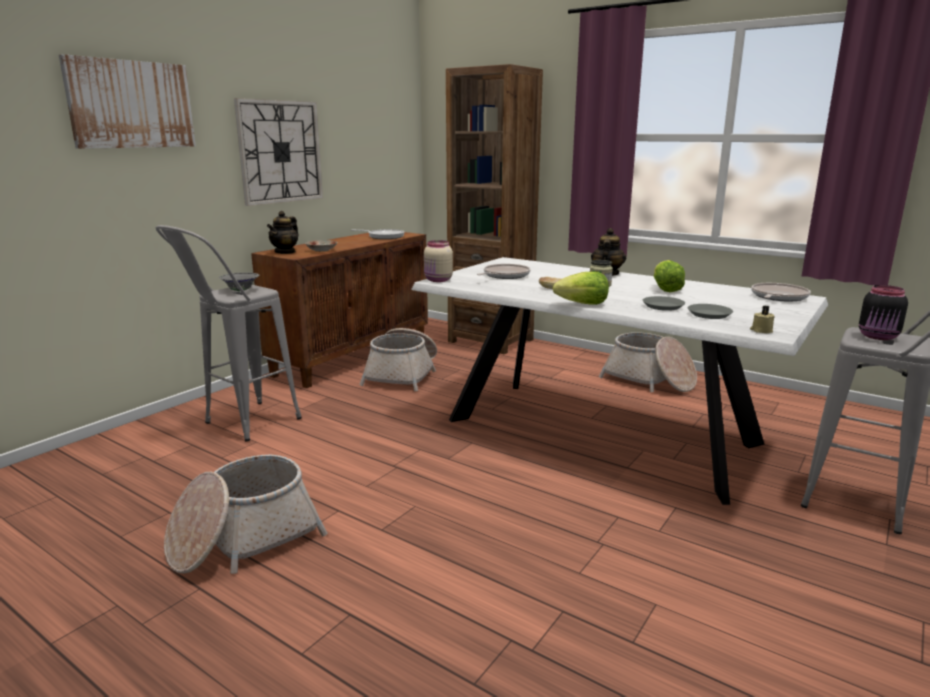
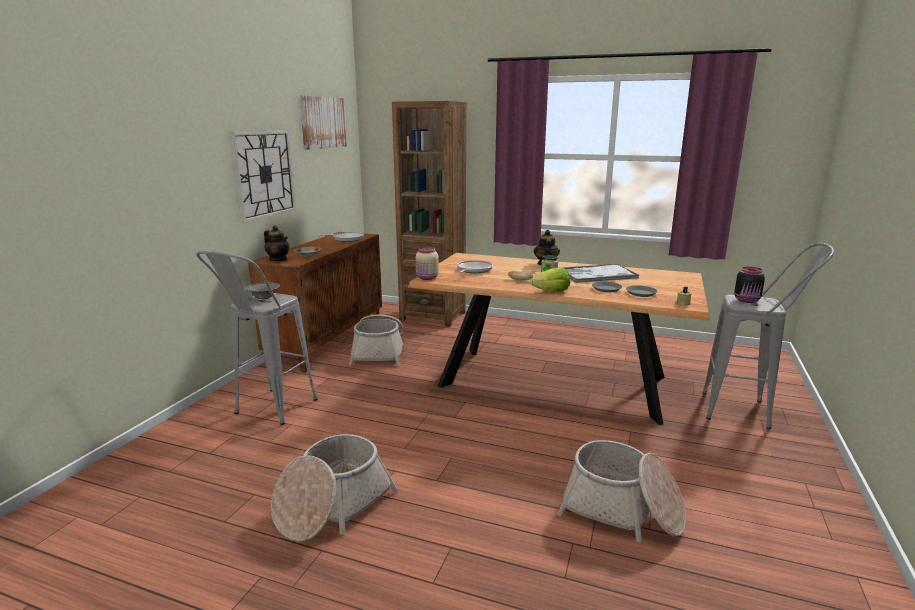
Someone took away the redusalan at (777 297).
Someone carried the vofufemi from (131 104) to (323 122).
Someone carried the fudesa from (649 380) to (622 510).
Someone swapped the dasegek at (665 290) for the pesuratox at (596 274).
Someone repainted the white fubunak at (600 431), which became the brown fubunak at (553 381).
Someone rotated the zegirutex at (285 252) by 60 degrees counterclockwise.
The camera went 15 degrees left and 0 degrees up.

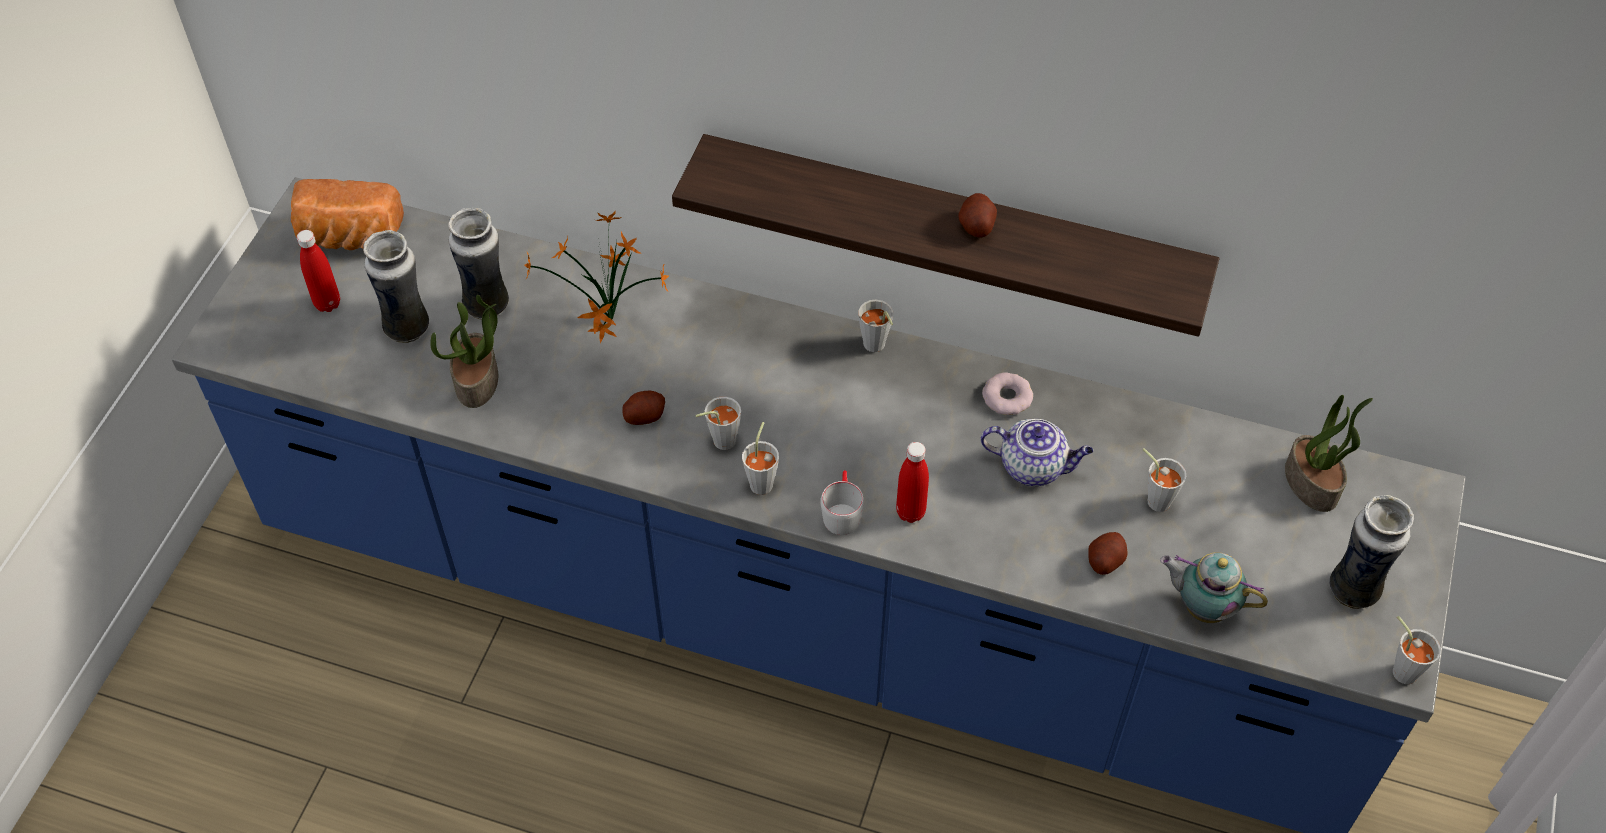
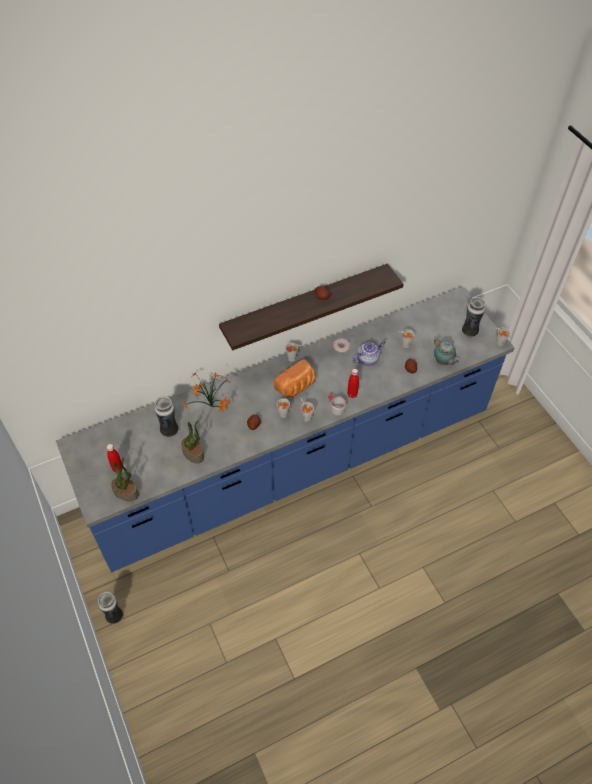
Someone carried the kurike from (349 237) to (296 387).
Someone carried the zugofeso from (408 328) to (114 616).
Someone carried the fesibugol from (1313 483) to (126 492).
Someone rotated the zegirutex at (1202 606) by 105 degrees counterclockwise.
The camera went 45 degrees left and 0 degrees up.

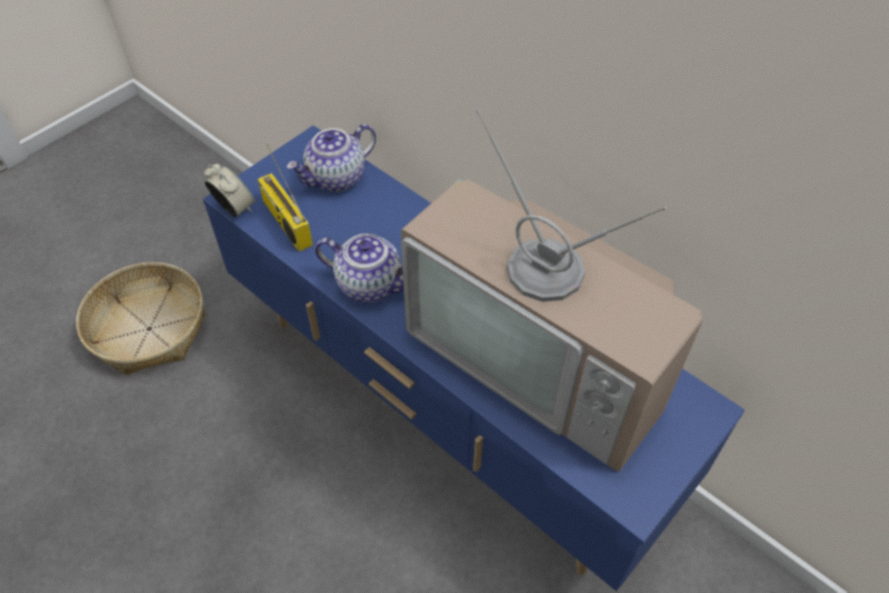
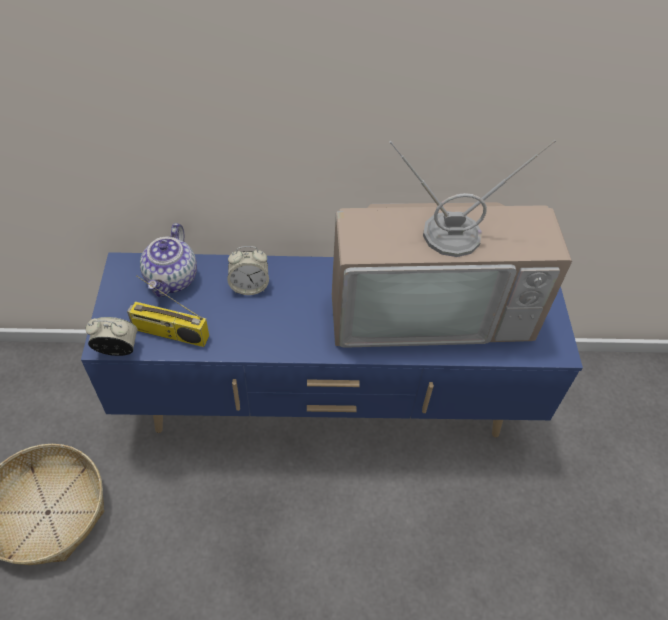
Someone took away the zegirutex at (371 284).
Someone put down the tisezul at (249 286).
The camera went 45 degrees left and 0 degrees up.

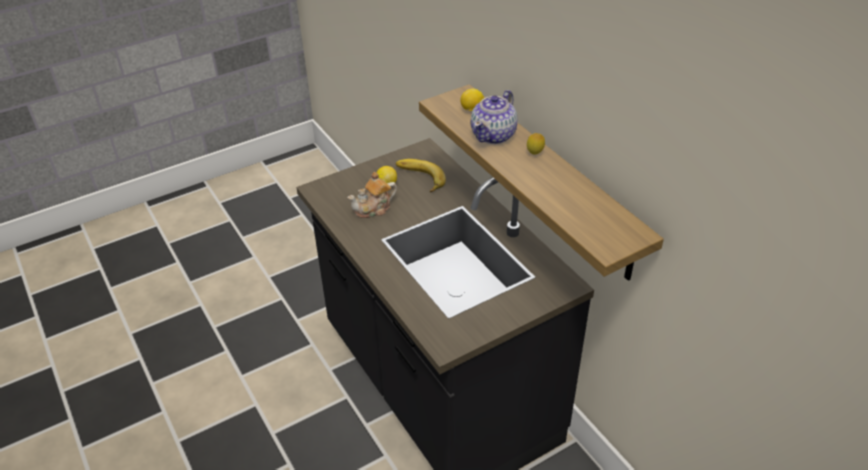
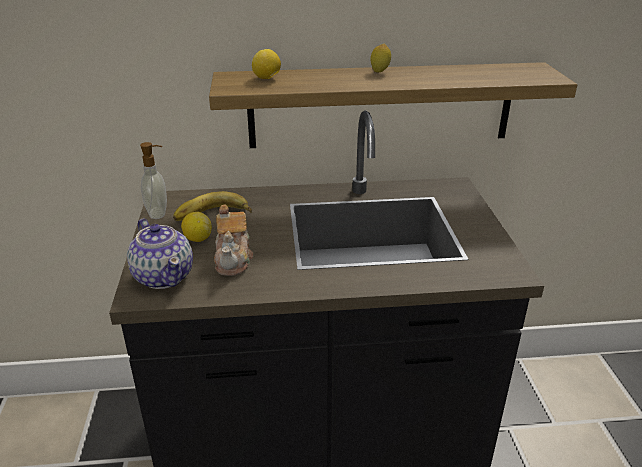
Someone put down the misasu at (158 213).
Someone carried the zegirutex from (494 135) to (164 276).
The camera went 65 degrees left and 10 degrees down.

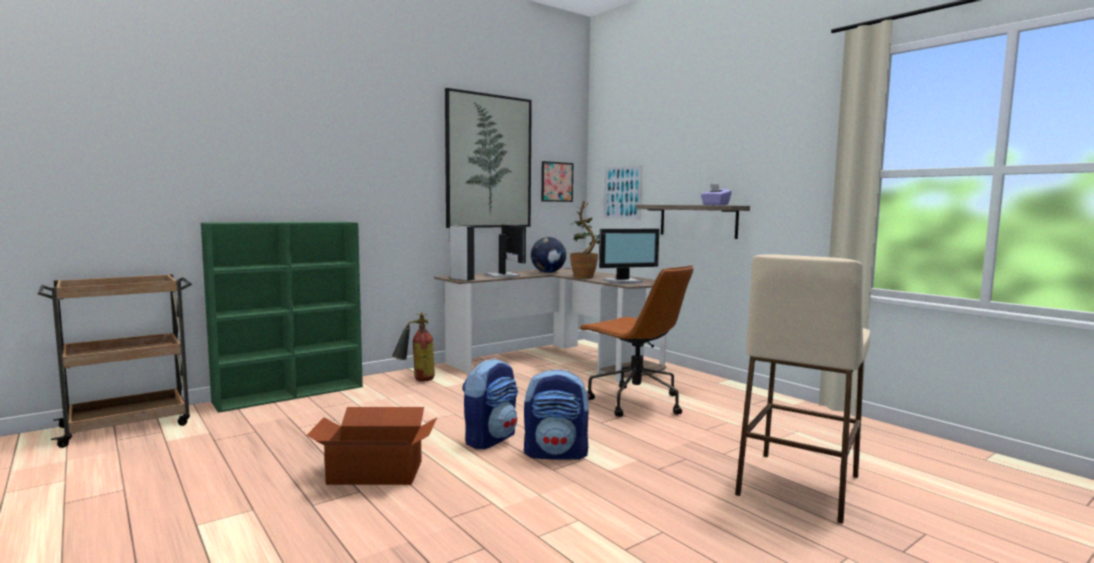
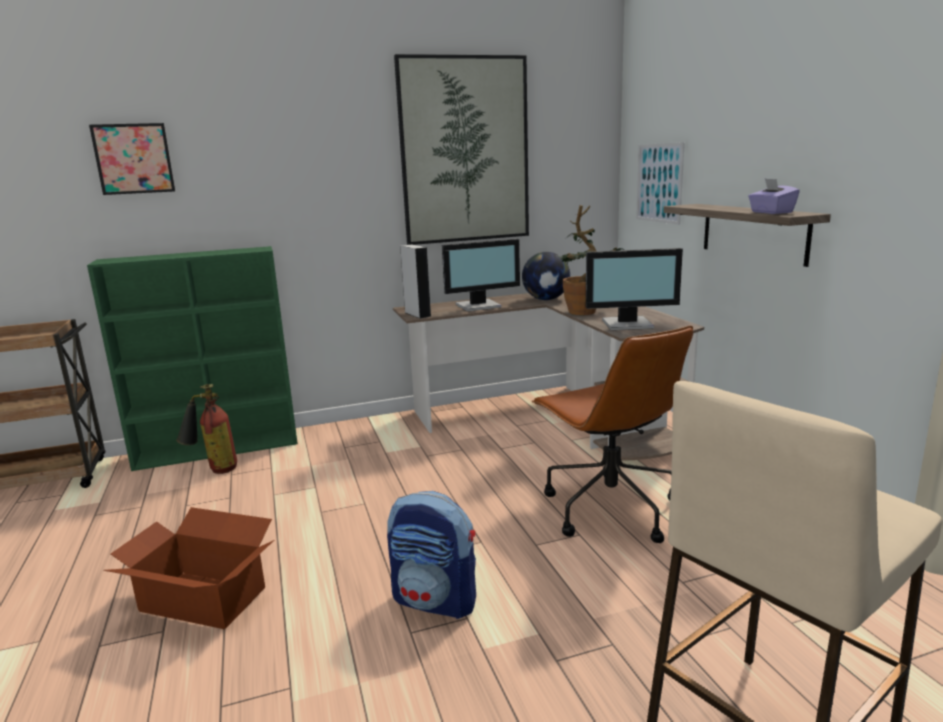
Someone took away the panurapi at (490 439).
Someone carried the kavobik from (416 380) to (213 469).
Someone carried the vofufemi from (557 182) to (133 159).
Someone rotated the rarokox at (503 275) by 75 degrees clockwise.
The camera went 20 degrees right and 10 degrees up.

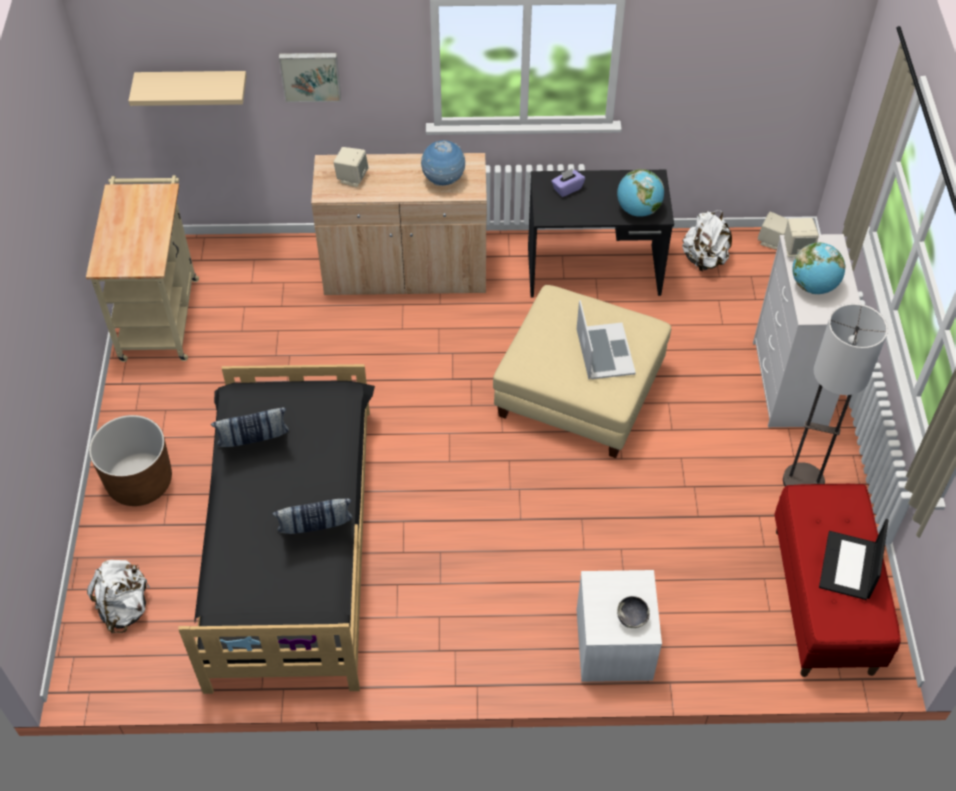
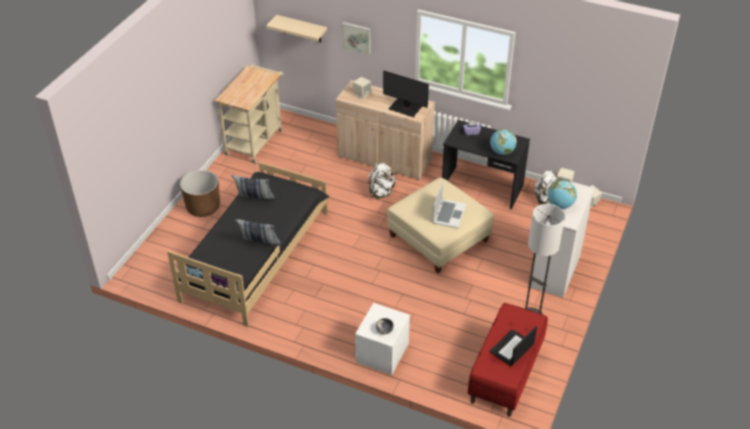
Someone carried the white panurapi from (125 607) to (381 192).
Someone swapped the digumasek at (443 180) for the rarokox at (405 108).
The camera went 25 degrees right and 10 degrees down.

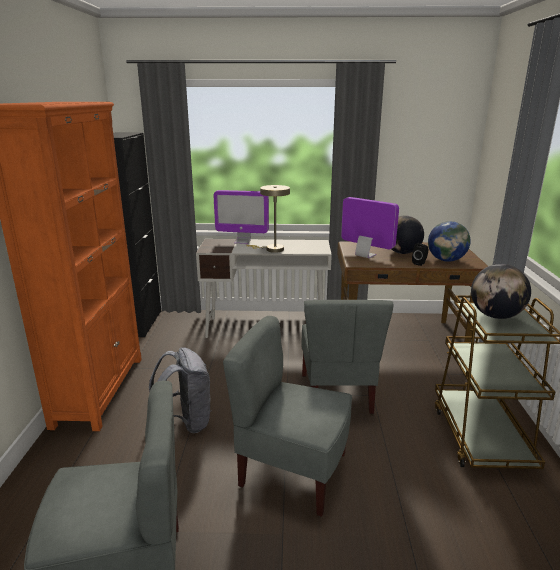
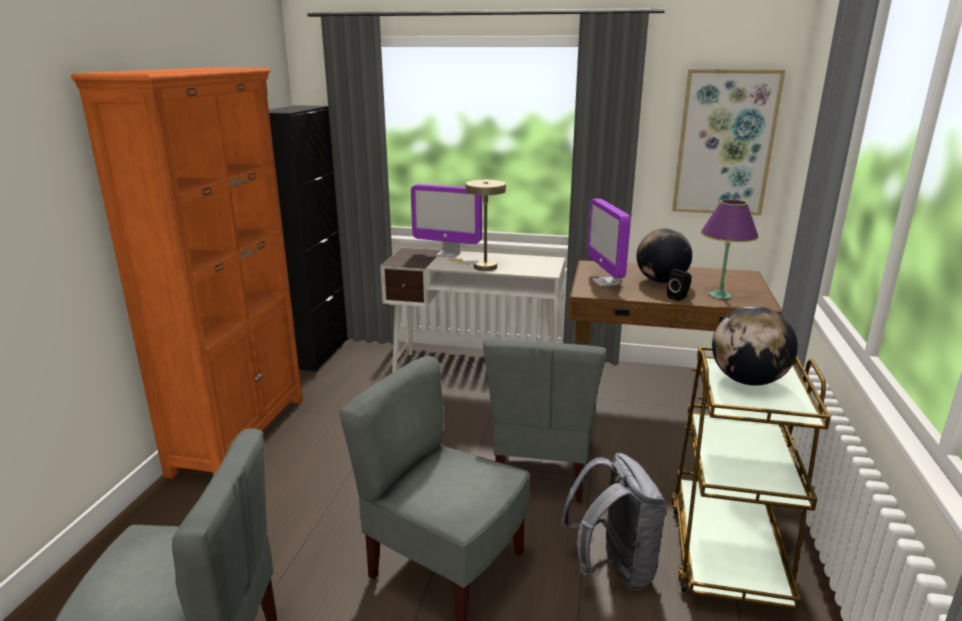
Someone put up the vofufemi at (725 143).
Someone carried the grey panurapi from (185 422) to (613 568).
Someone swapped the digumasek at (446 260) for the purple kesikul at (720 295).
Someone rotated the rarokox at (365 255) by 150 degrees counterclockwise.
The camera went 10 degrees right and 0 degrees up.

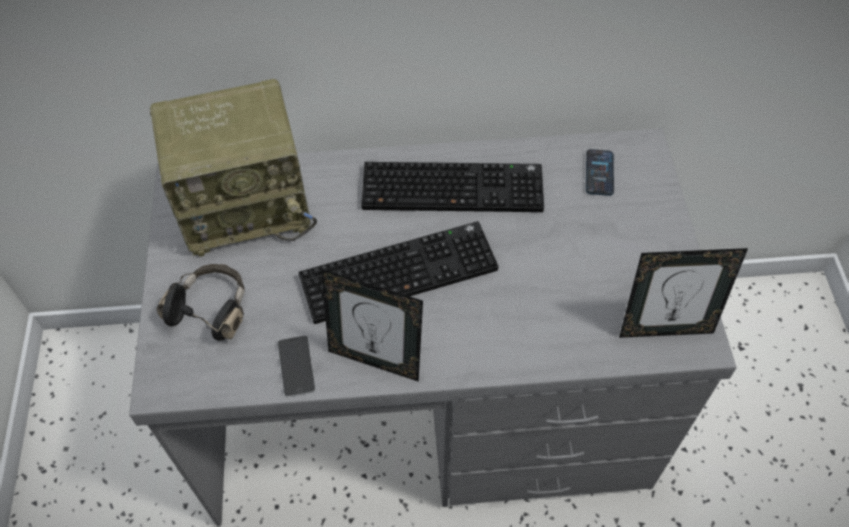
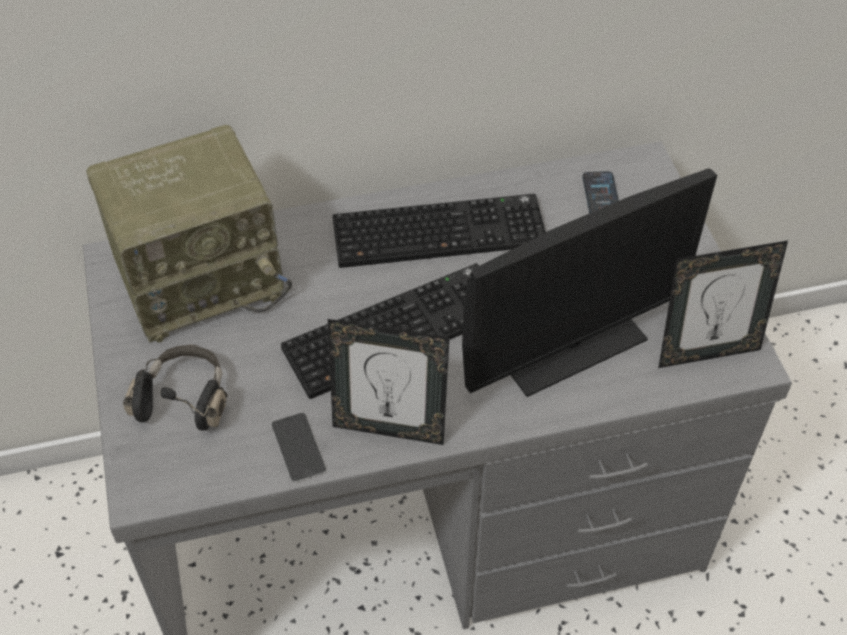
Someone put down the rarokox at (570 345).
The camera went 10 degrees left and 5 degrees down.

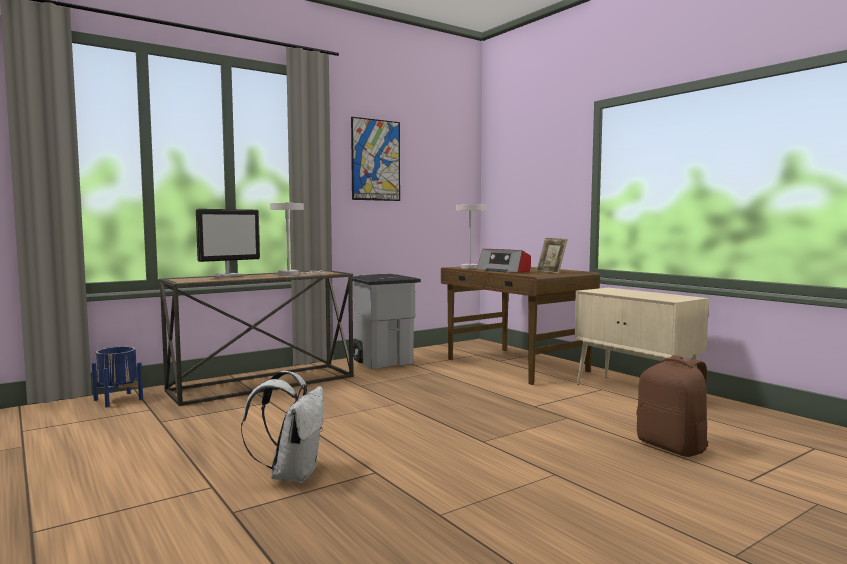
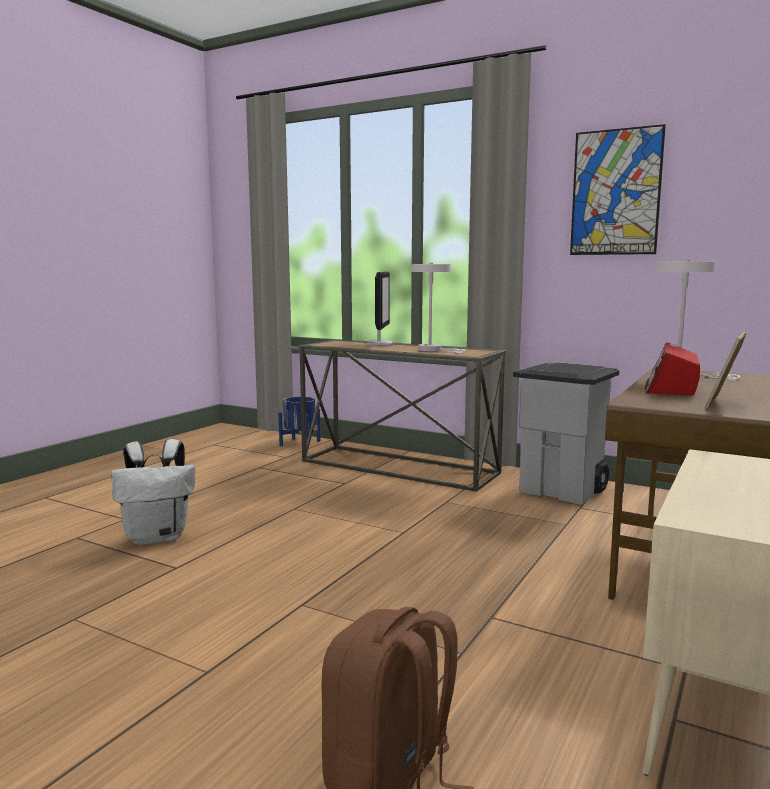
Someone rotated the rarokox at (228 276) by 105 degrees counterclockwise.
The camera went 65 degrees right and 5 degrees up.

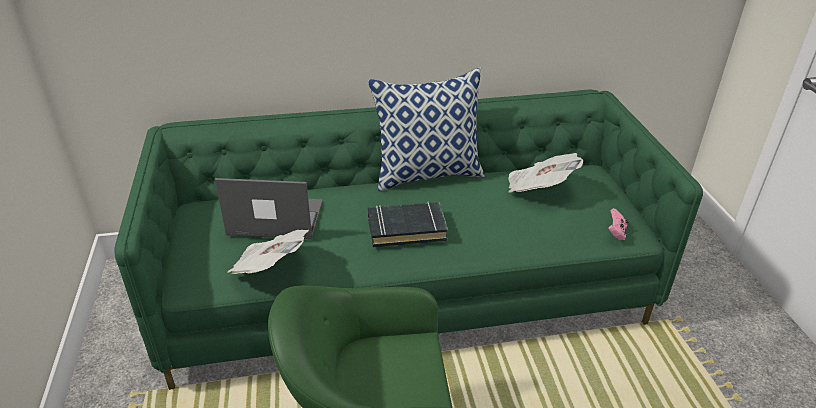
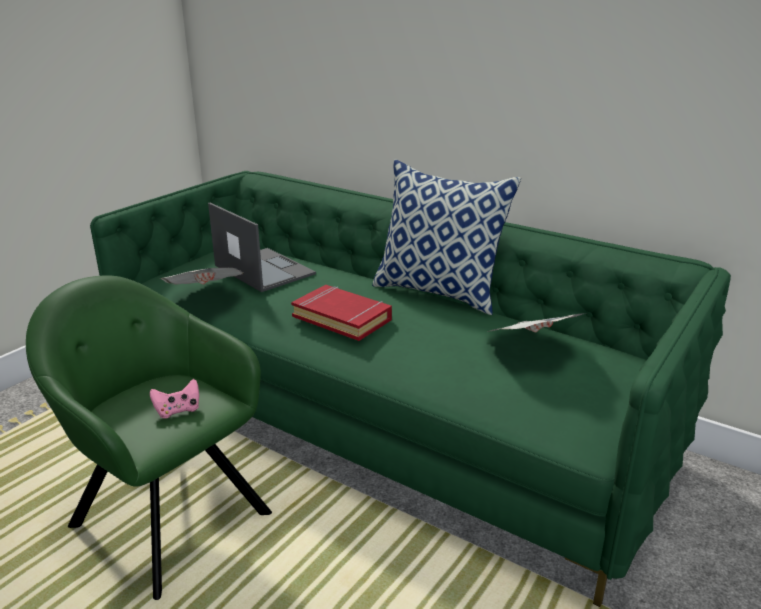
Someone carried the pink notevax from (616 233) to (178 410).
Someone repainted the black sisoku at (406 229), which became the red sisoku at (342 318).
The camera went 45 degrees right and 10 degrees down.

